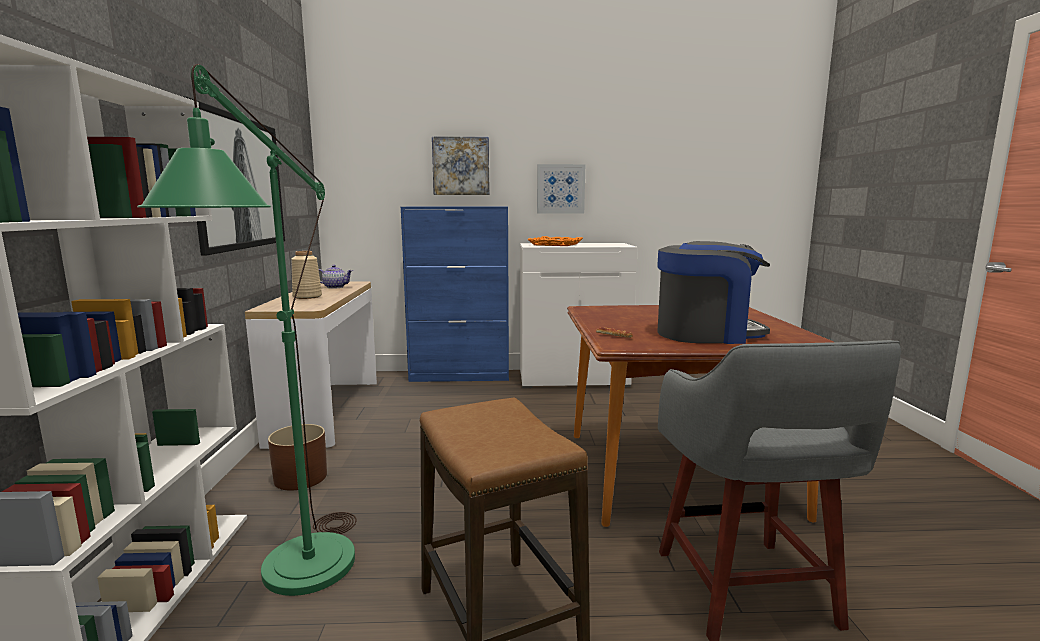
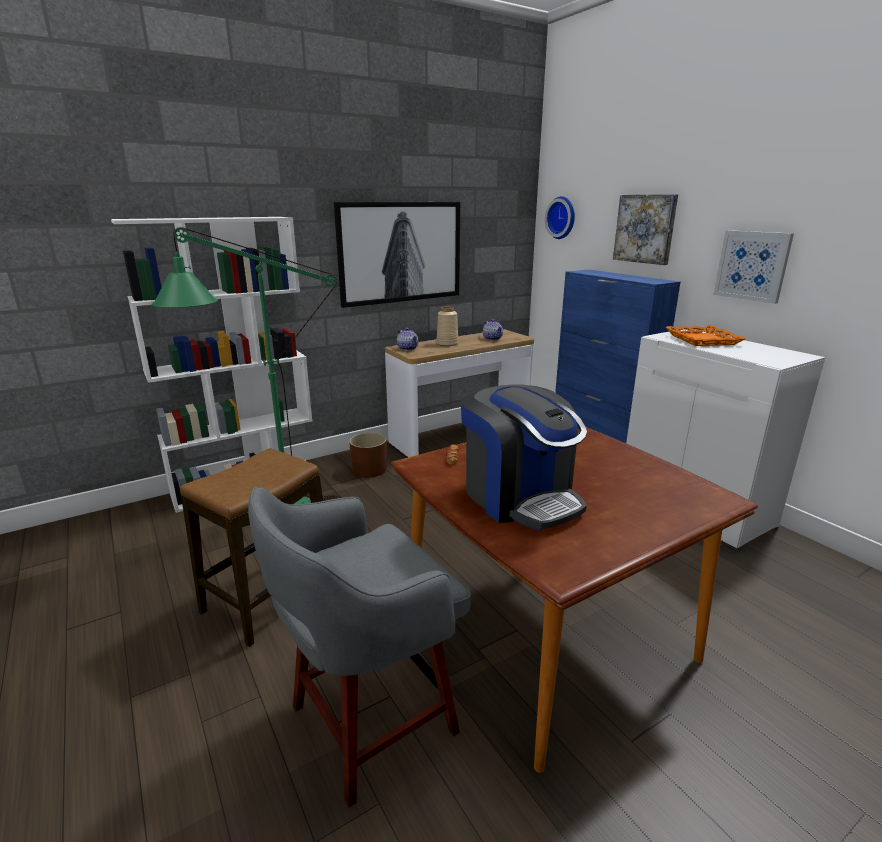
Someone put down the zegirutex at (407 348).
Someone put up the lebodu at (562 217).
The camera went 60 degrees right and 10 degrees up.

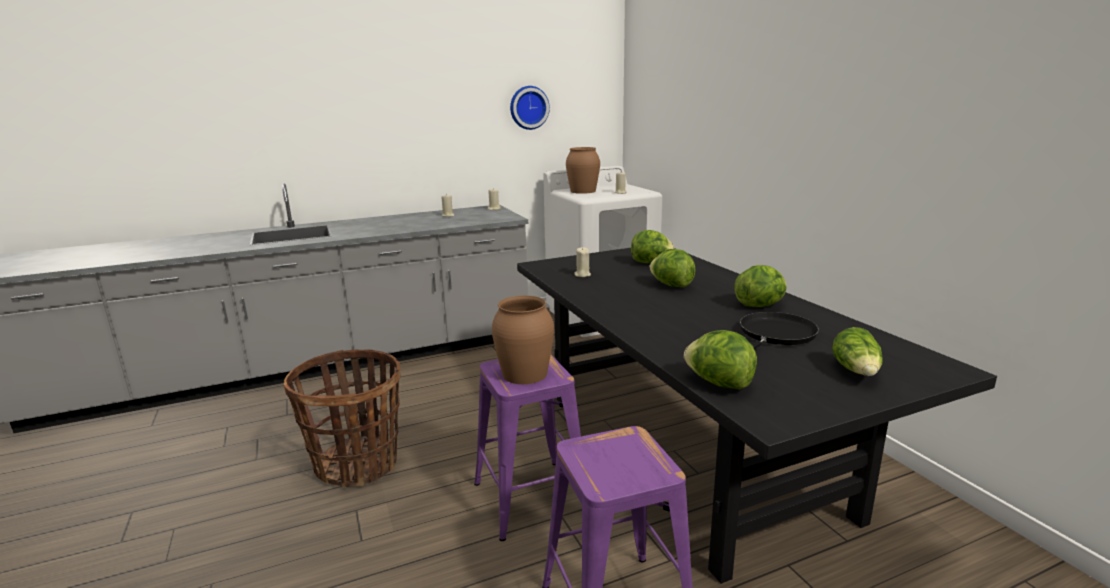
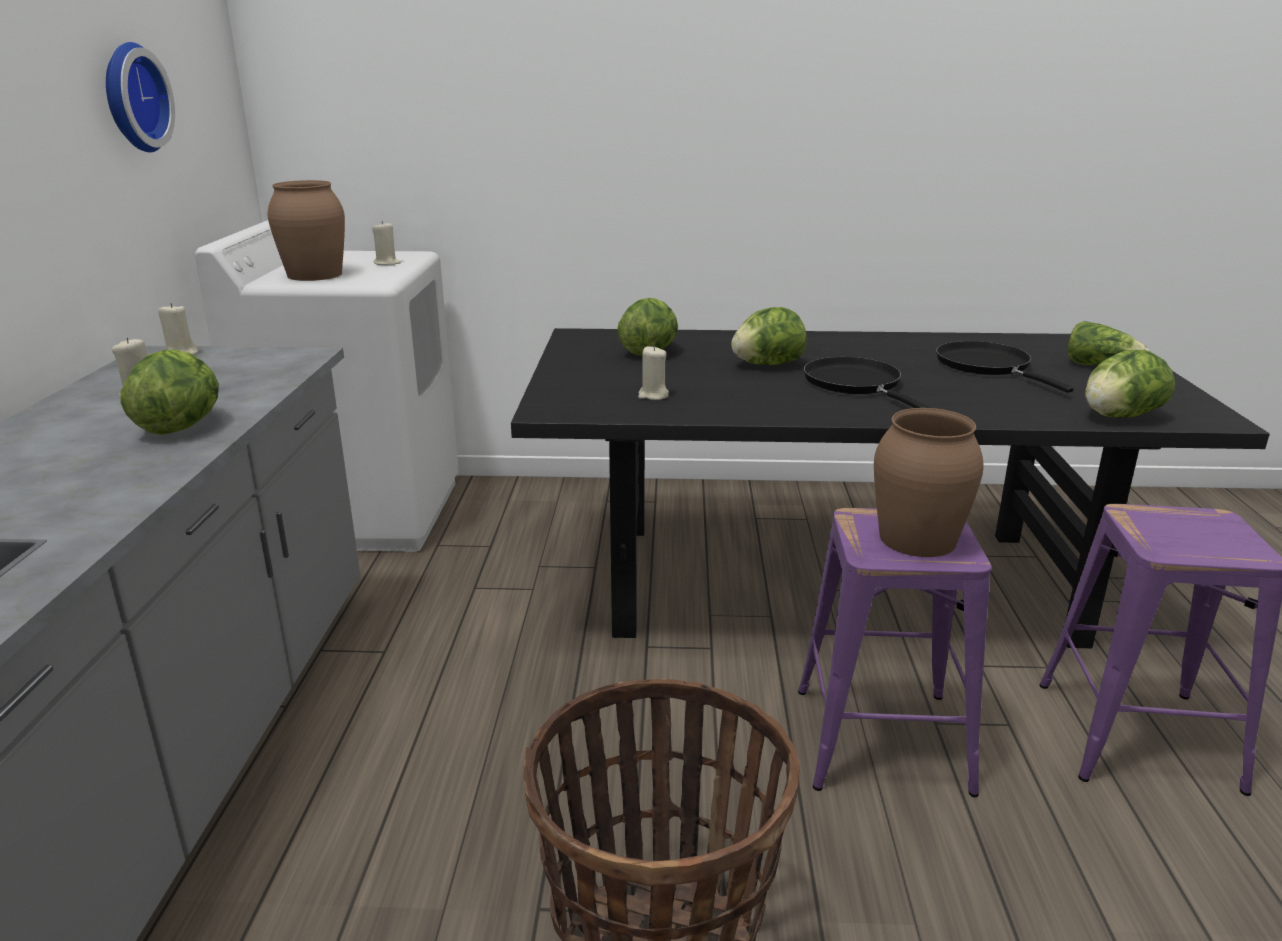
Someone put down the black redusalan at (856 384).
Someone carried the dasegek from (760 305) to (181 426).
The camera went 65 degrees left and 5 degrees up.

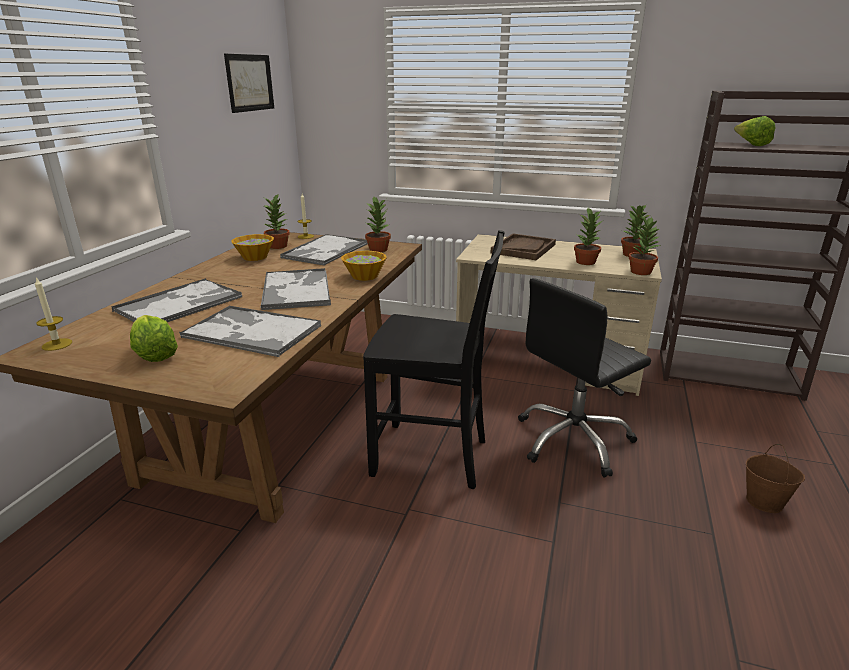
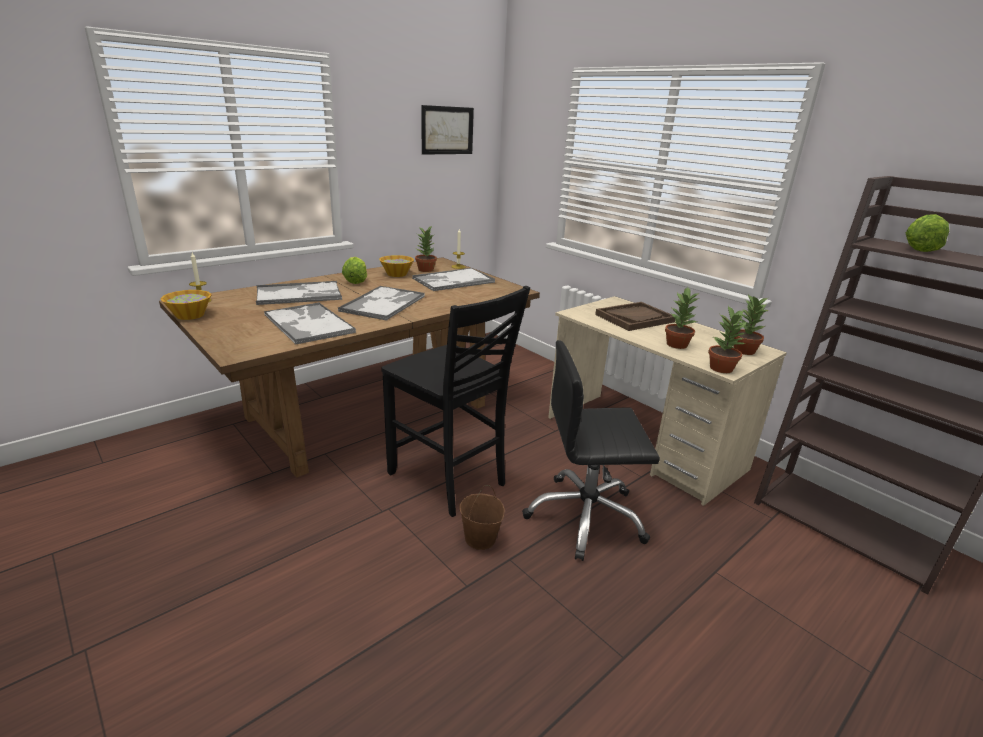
Someone took away the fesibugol at (378 249).
Someone carried the dasegek from (154 355) to (356 281).
Someone carried the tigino from (364 276) to (190 315).
Someone carried the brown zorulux from (764 502) to (481 539).
The camera went 30 degrees right and 0 degrees up.

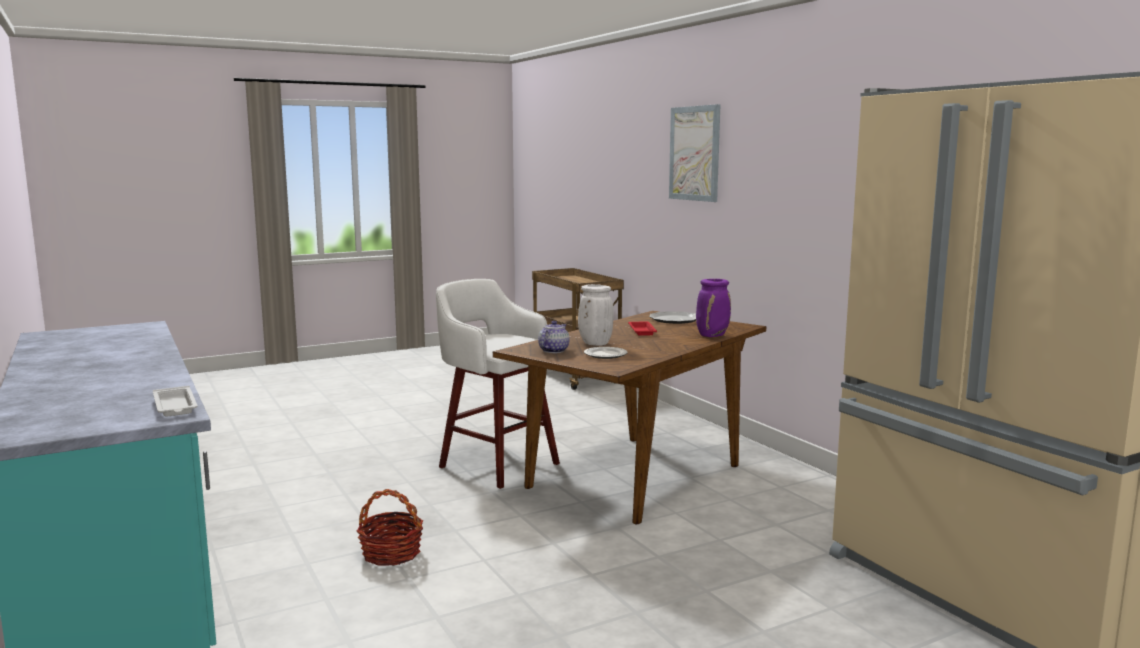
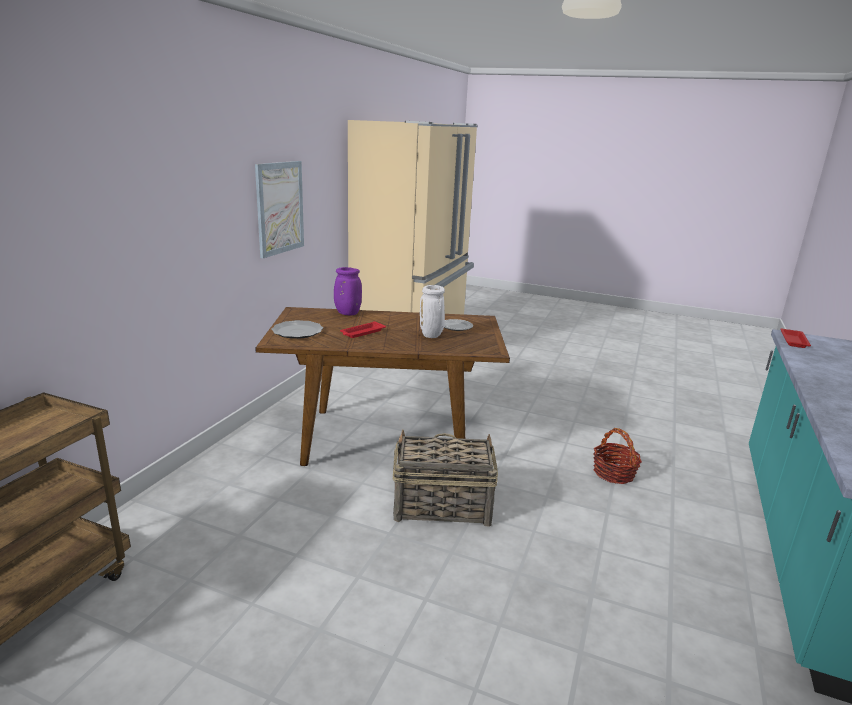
Someone took away the zegirutex at (553 350).
Someone carried the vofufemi from (694 153) to (280 208).
Someone swapped the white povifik at (496 464) for the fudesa at (441 506).
Someone repainted the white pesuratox at (175 406), which became the red pesuratox at (793 340).
The camera went 130 degrees left and 10 degrees up.

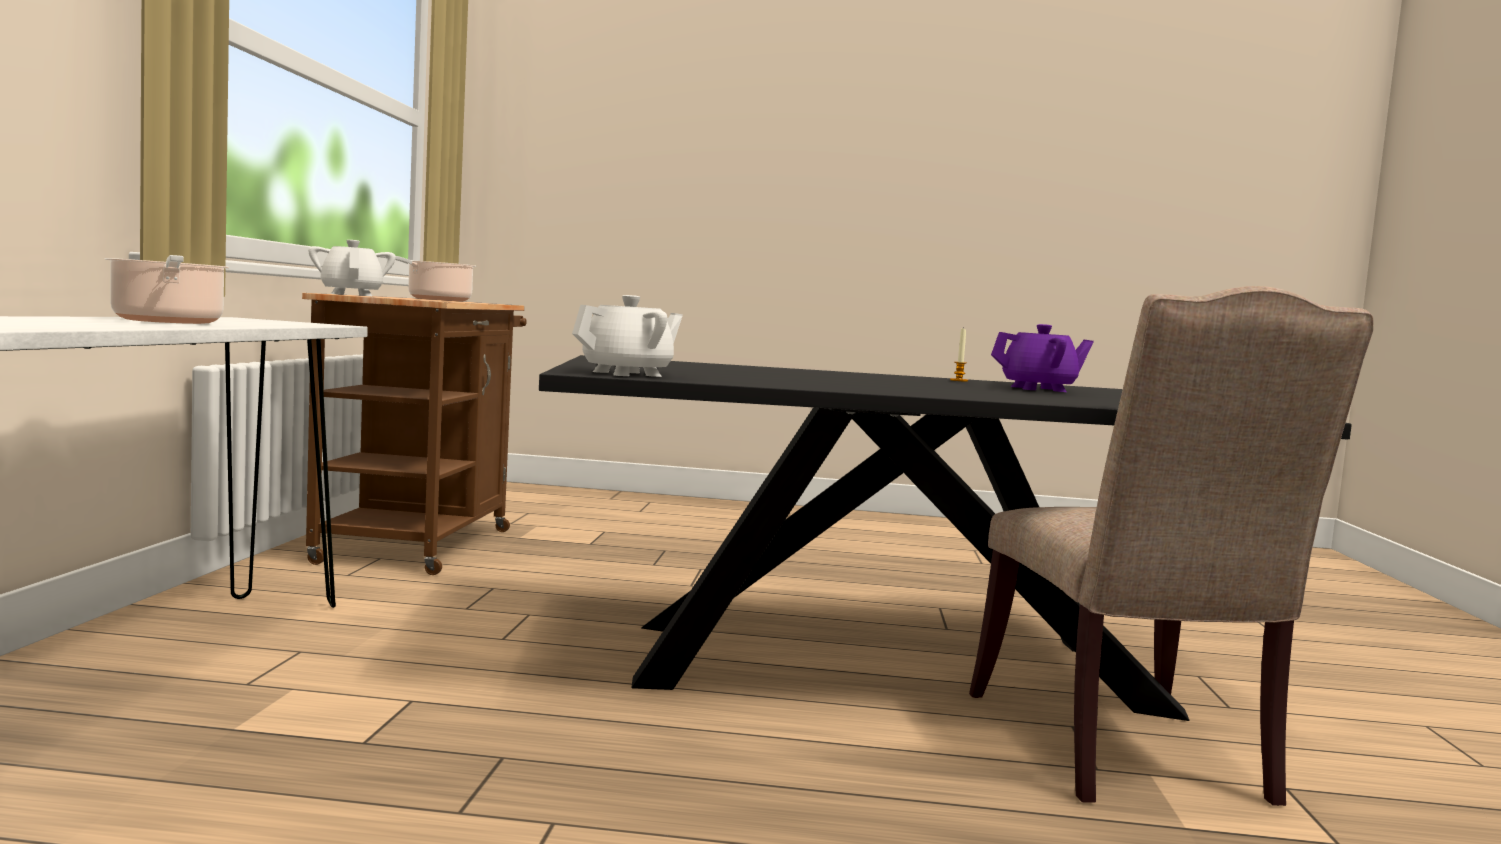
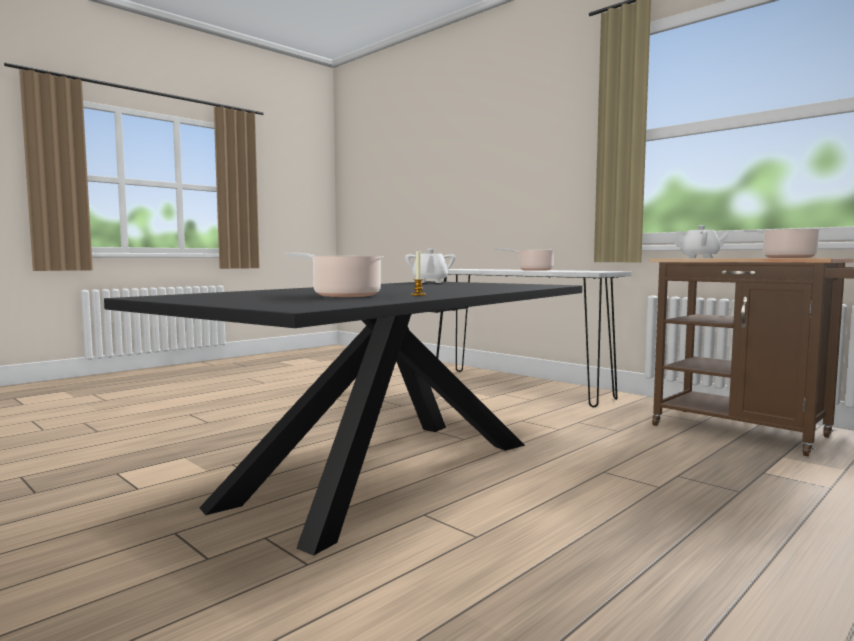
Someone took away the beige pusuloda at (1126 751).
Someone swapped the purple zegirutex at (1039 389) for the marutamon at (343 295).
The camera went 130 degrees right and 0 degrees up.

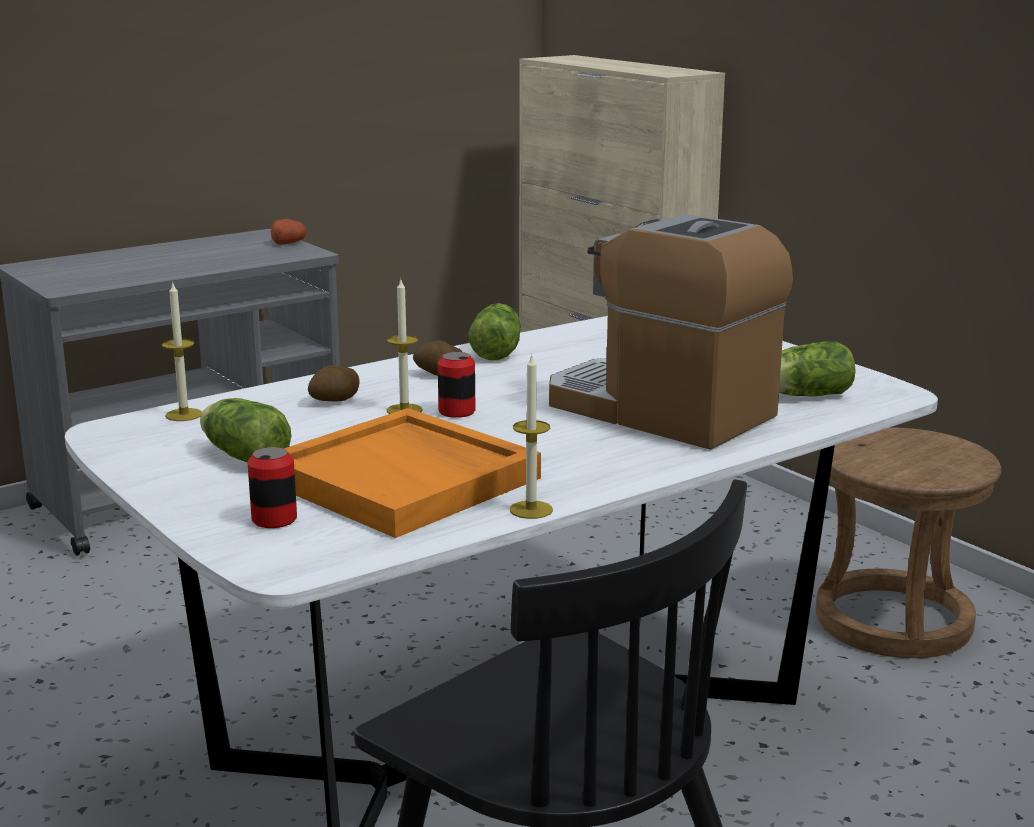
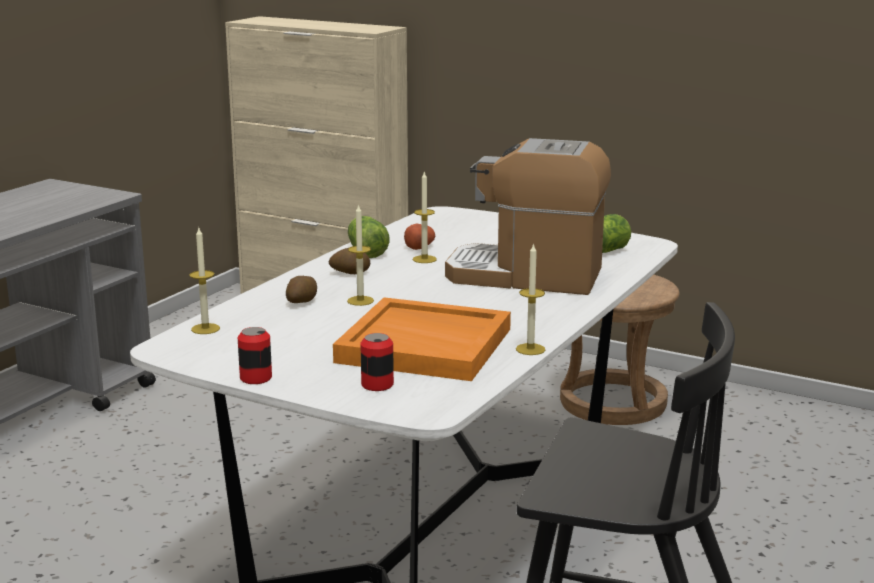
Someone took away the dasegek at (242 456).
Someone put down the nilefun at (424 259).
Someone carried the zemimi from (289 243) to (419 246).
Someone carried the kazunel from (457 411) to (256 378).
The camera went 25 degrees left and 0 degrees up.

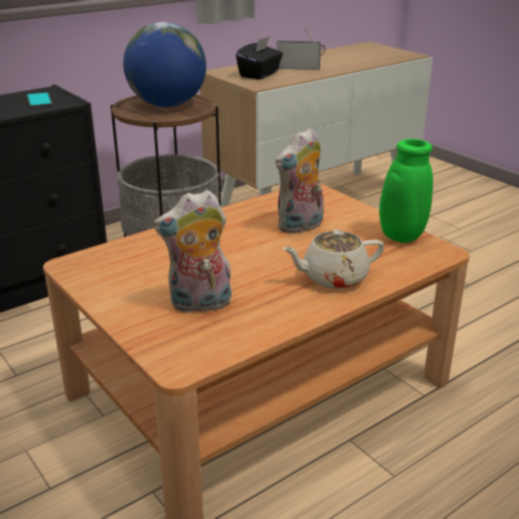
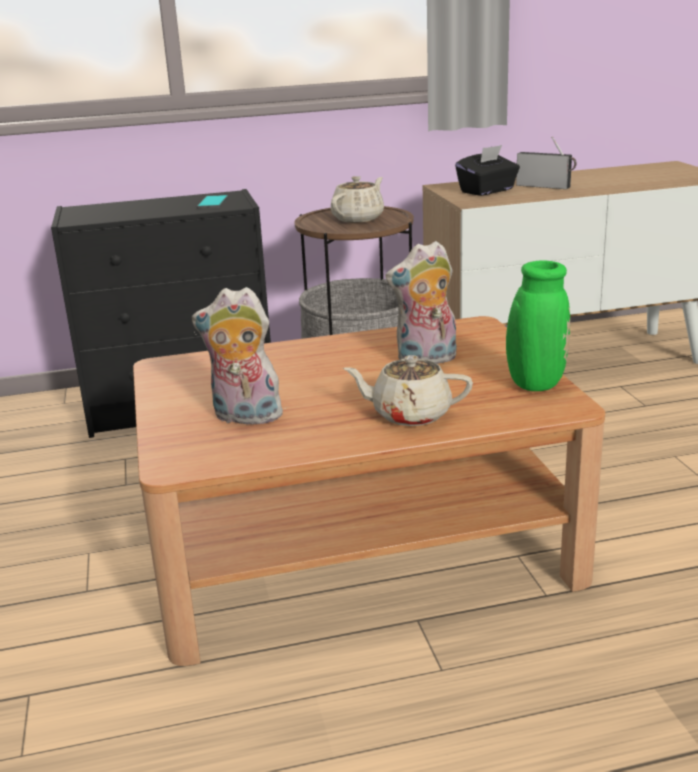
Someone swapped the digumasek at (167 105) for the beige zegirutex at (358 218).
The camera went 25 degrees right and 5 degrees down.

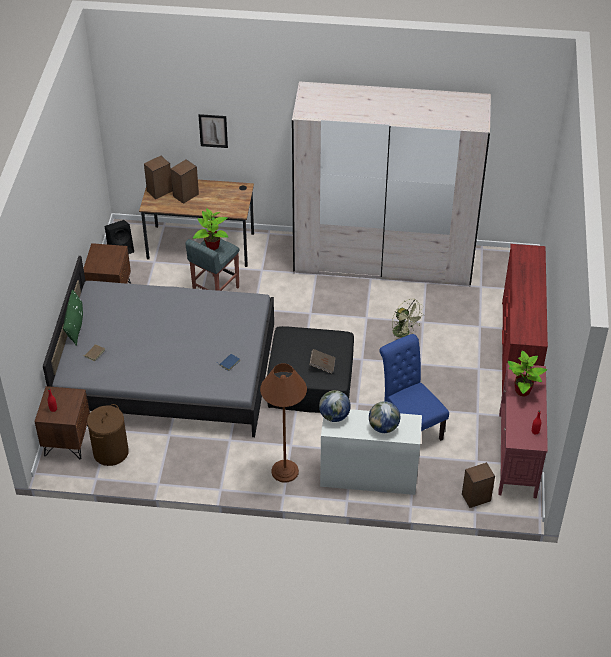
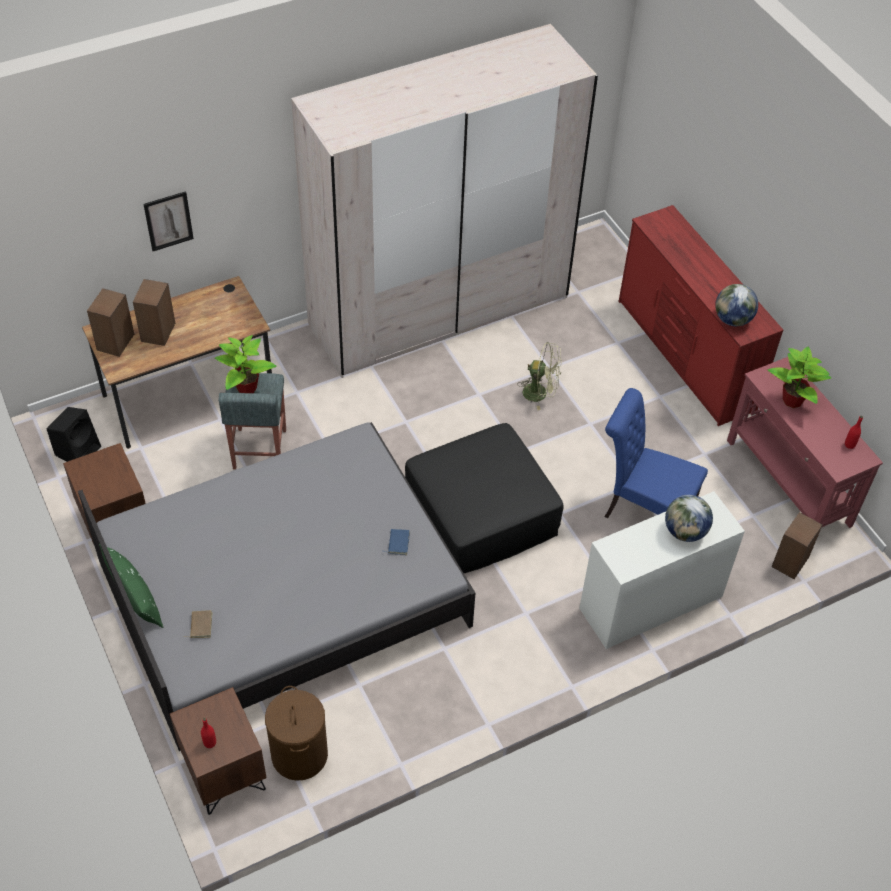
Someone took away the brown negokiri at (284 471).
Someone took away the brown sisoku at (322 365).
Someone carried the digumasek from (334 416) to (732 320).
The camera went 35 degrees left and 5 degrees up.

